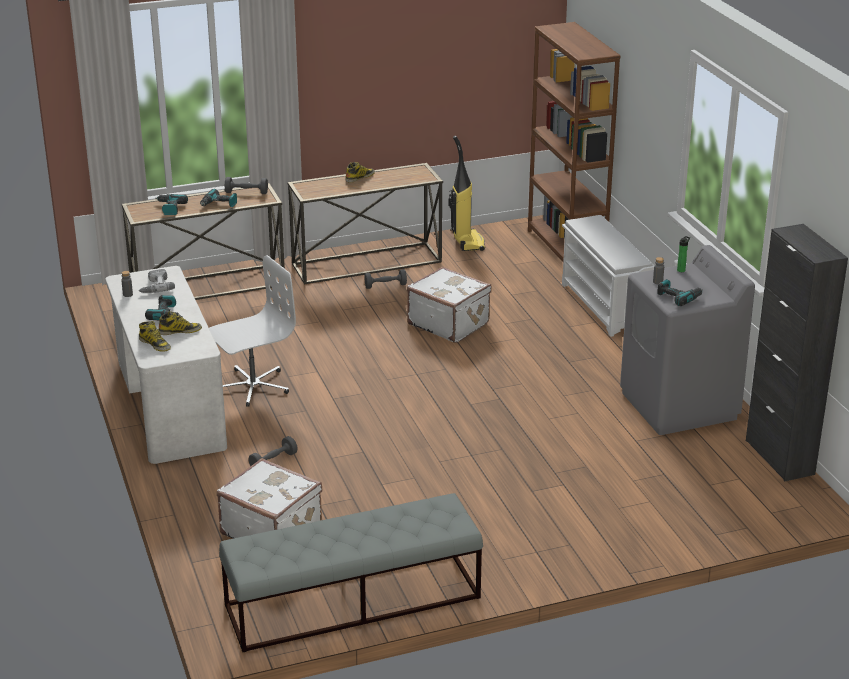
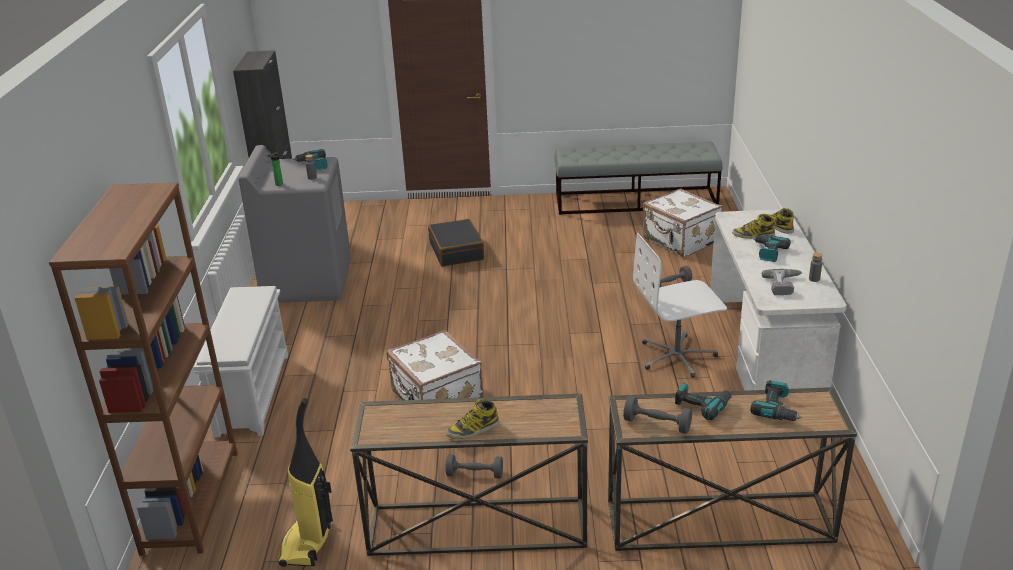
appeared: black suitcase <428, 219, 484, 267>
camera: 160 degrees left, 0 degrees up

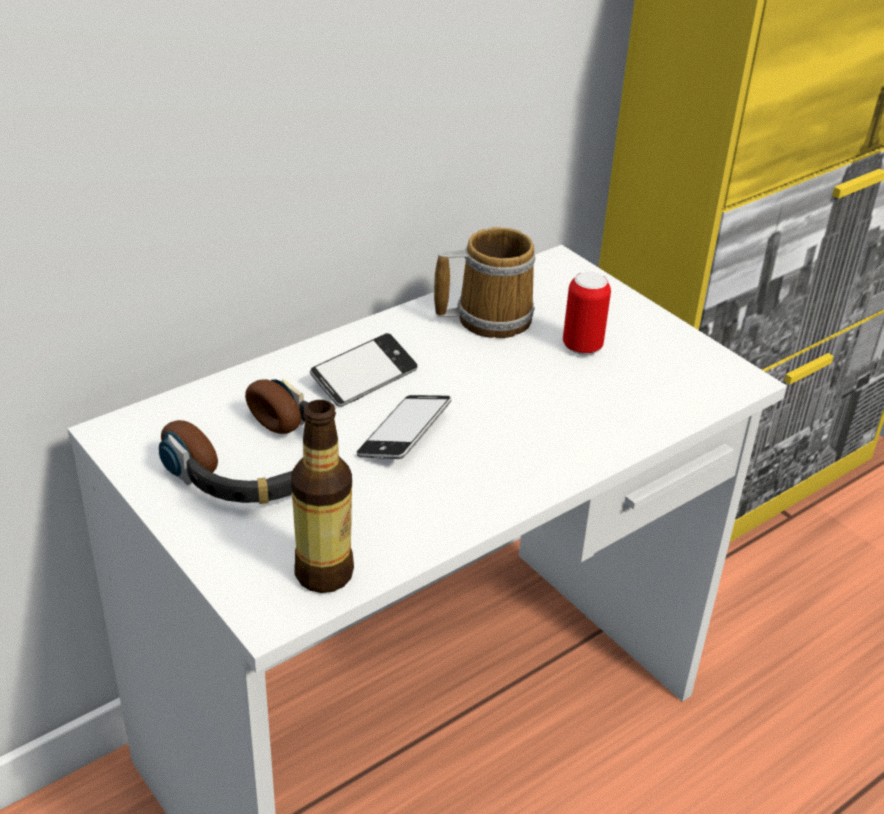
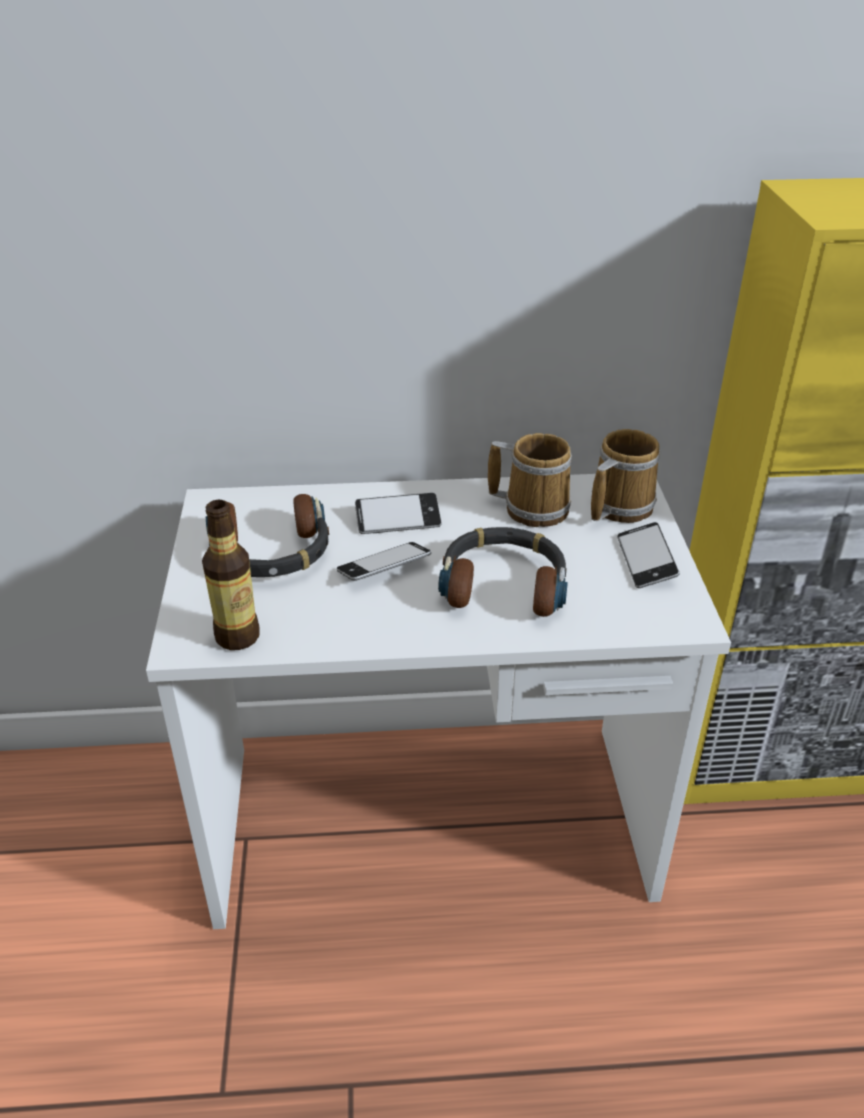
missing: can <563, 272, 611, 355>
appeared: headphones <438, 527, 568, 617>; mug <591, 429, 660, 523>; phone <617, 522, 680, 588>
camera: 35 degrees right, 0 degrees up

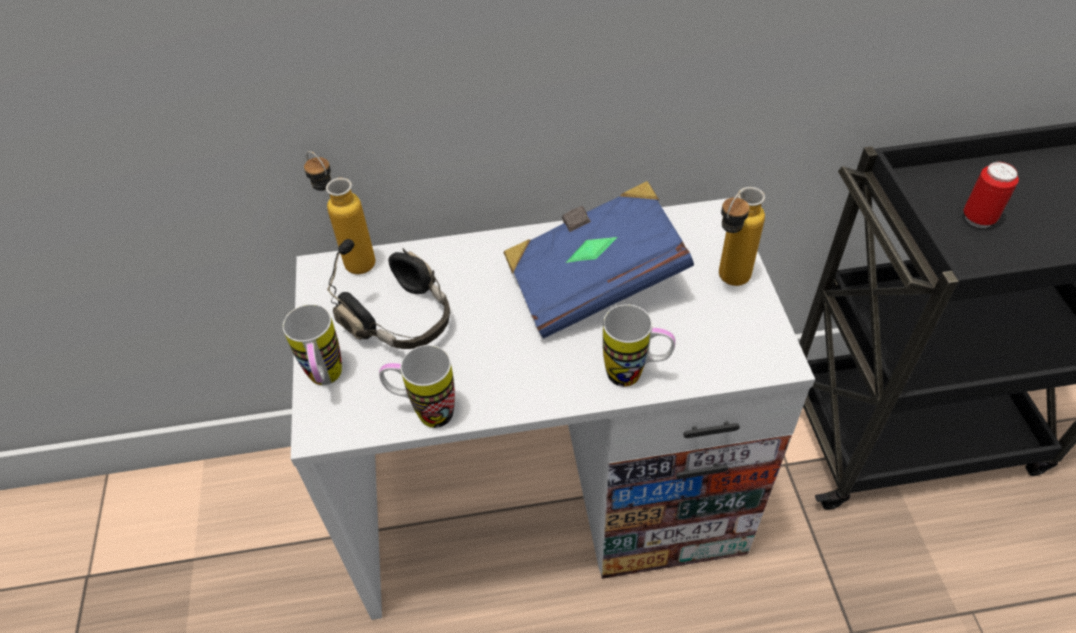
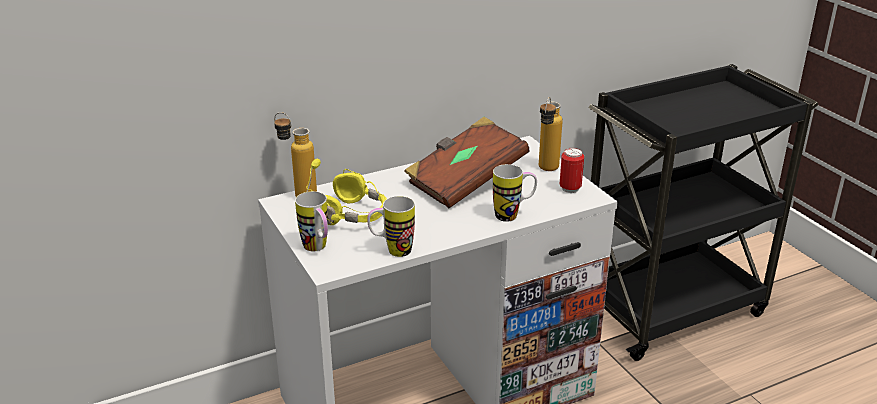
relocated: can <964, 162, 1019, 228> to <559, 148, 584, 193>
colour: black headphones <327, 239, 450, 349> to yellow headphones <306, 158, 387, 225>; blue book <503, 181, 694, 339> to brown book <404, 117, 530, 208>
camera: 20 degrees left, 20 degrees down

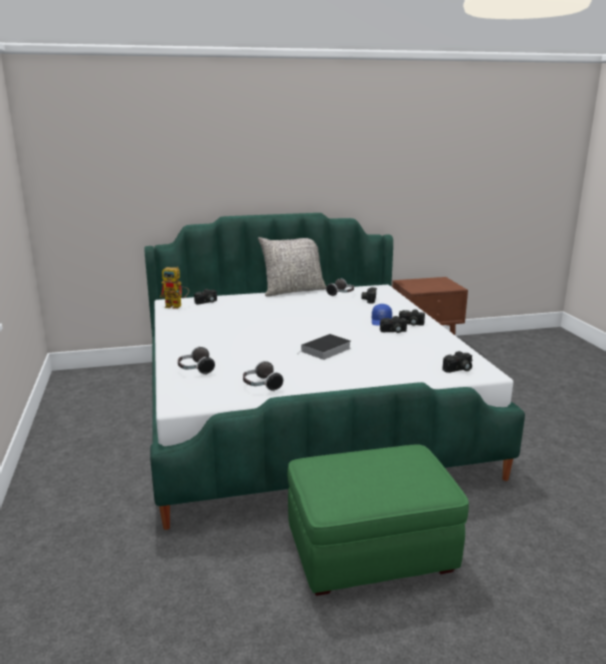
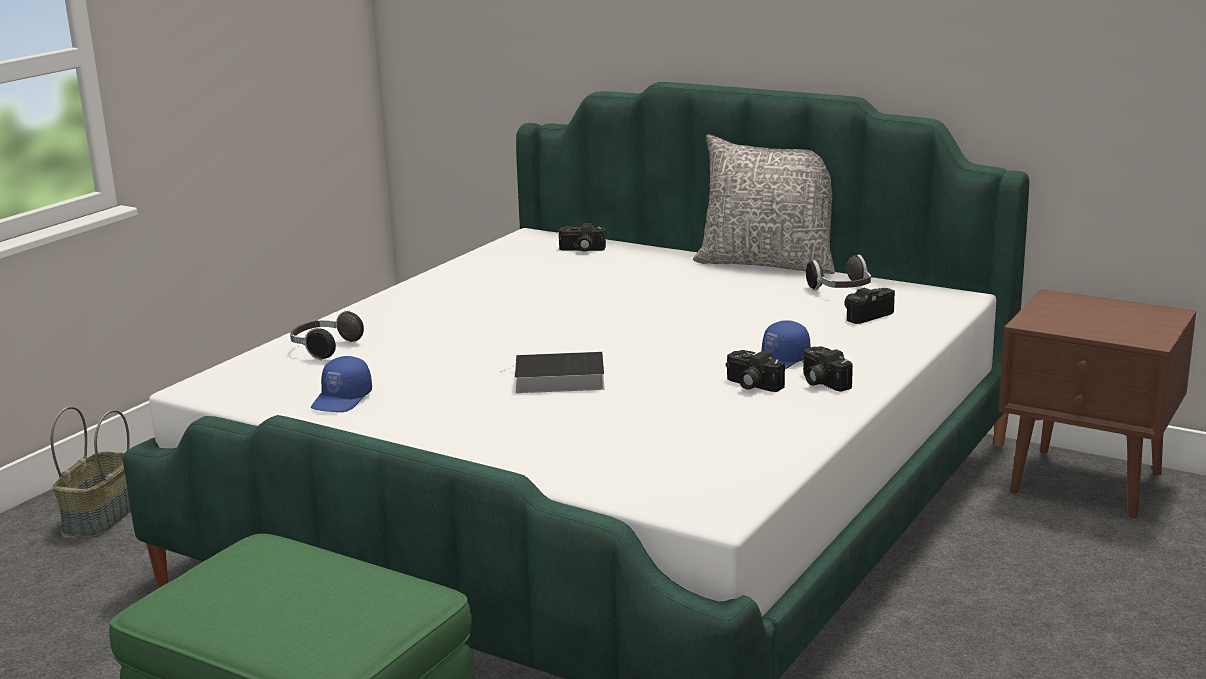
missing: toy robot <160, 267, 189, 309>; photo camera <442, 351, 472, 373>
appeared: basket <51, 406, 131, 538>
exchanged: headphones <243, 361, 283, 391> to blue cap <311, 356, 372, 412>
camera: 45 degrees right, 0 degrees up

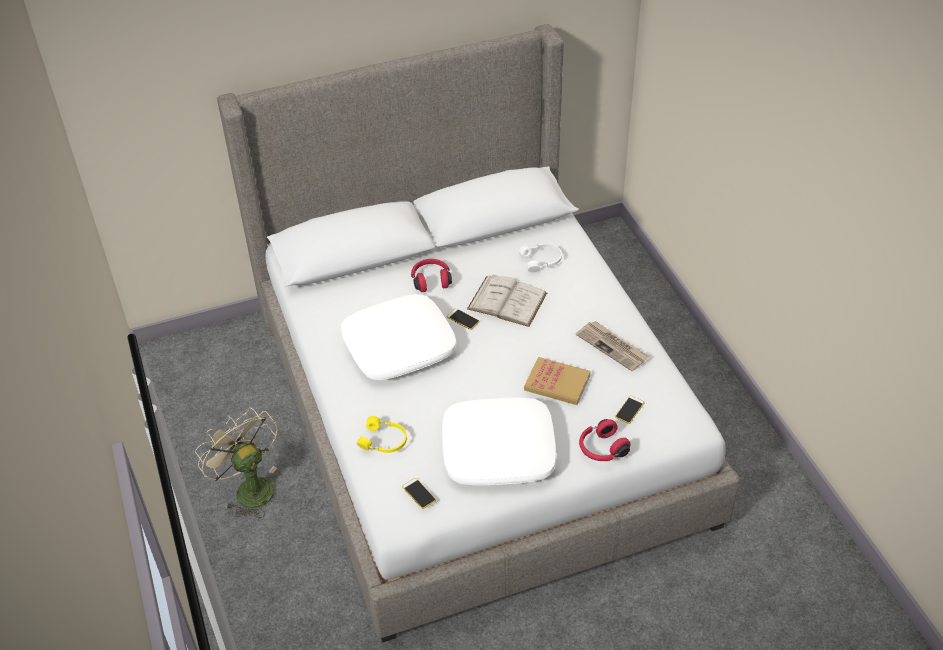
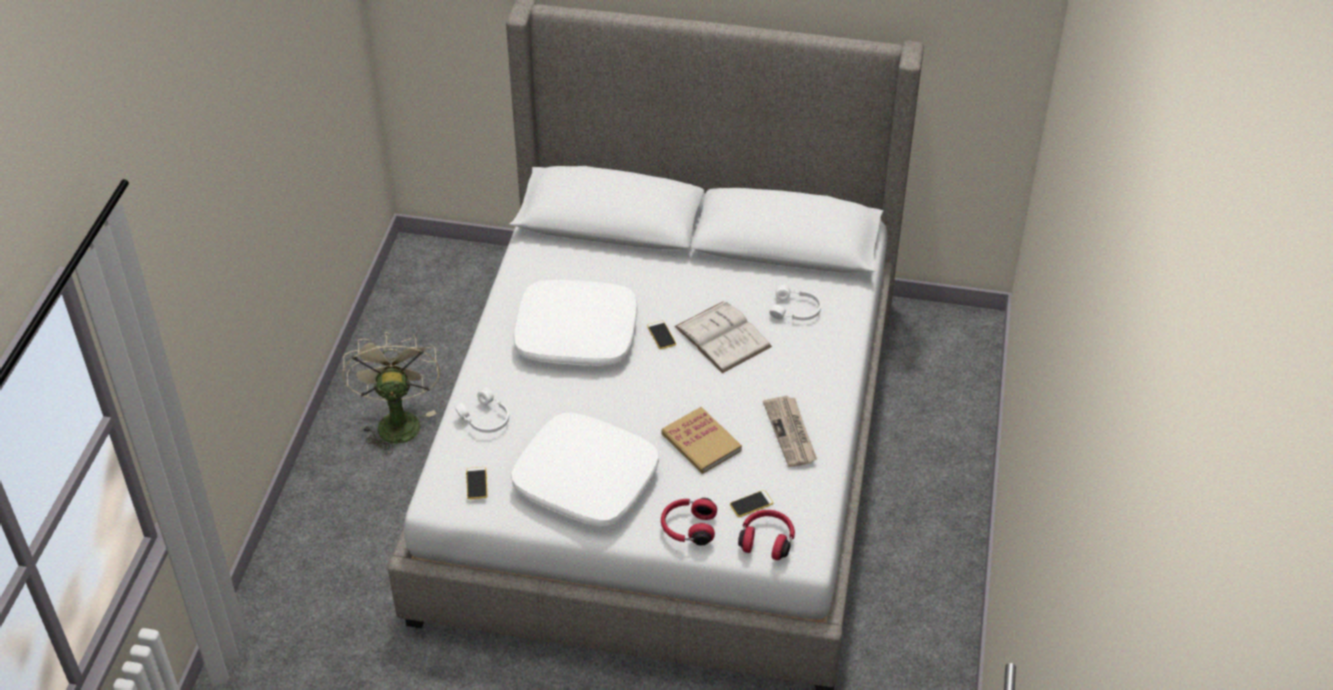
relocated: red headphones <411, 259, 452, 292> to <738, 510, 795, 560>
colour: yellow headphones <357, 416, 407, 453> to white headphones <455, 388, 509, 433>
camera: 30 degrees right, 0 degrees up

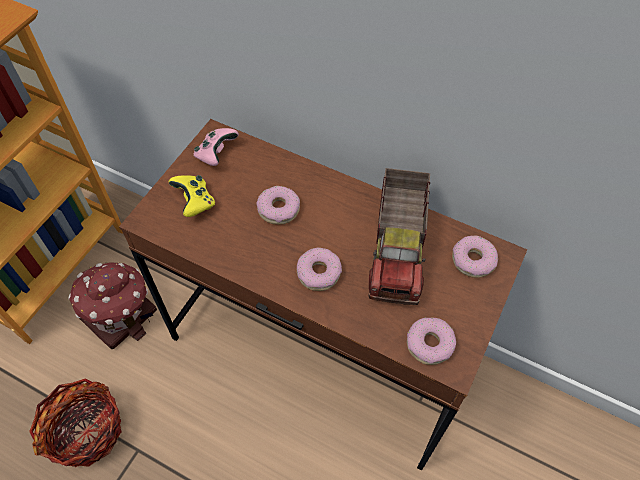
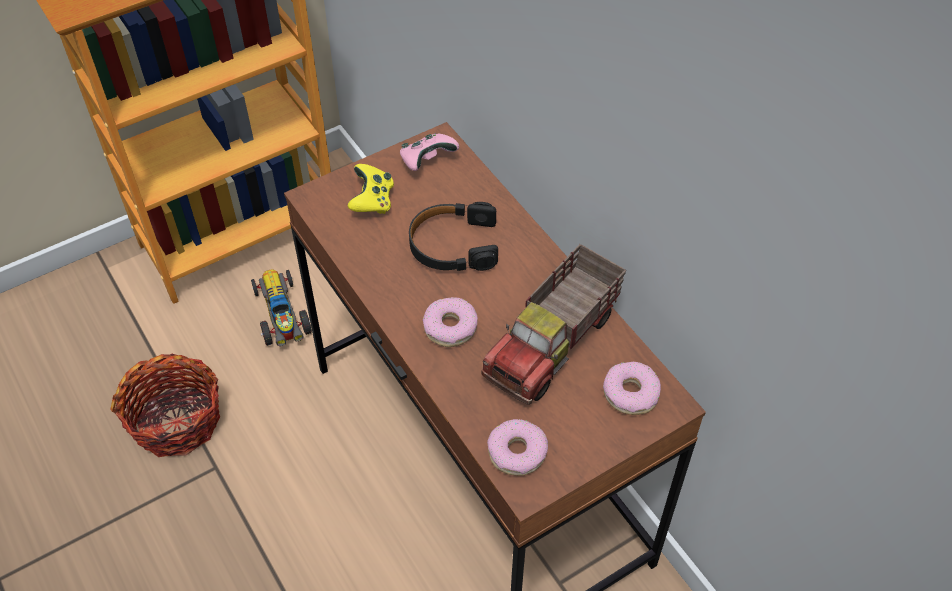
exchanged: toy house <68, 262, 157, 349> to toy car <251, 269, 312, 346>; donut <257, 186, 300, 225> to black headphones <409, 202, 498, 271>
camera: 30 degrees right, 5 degrees down

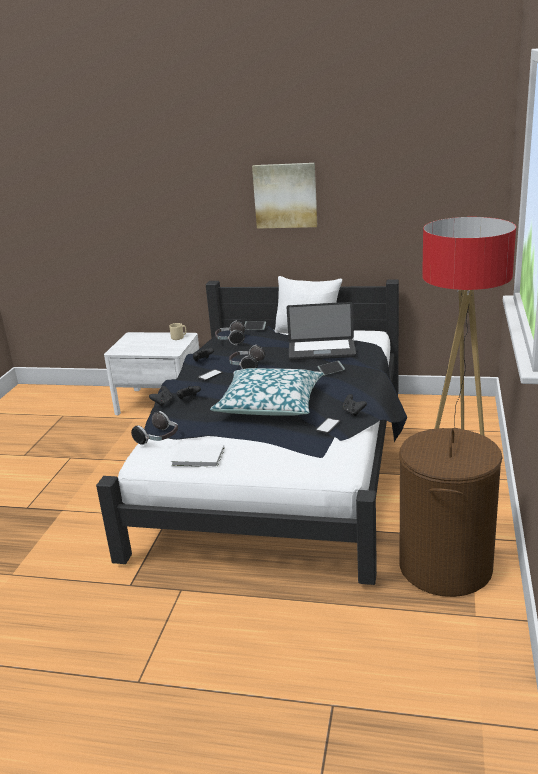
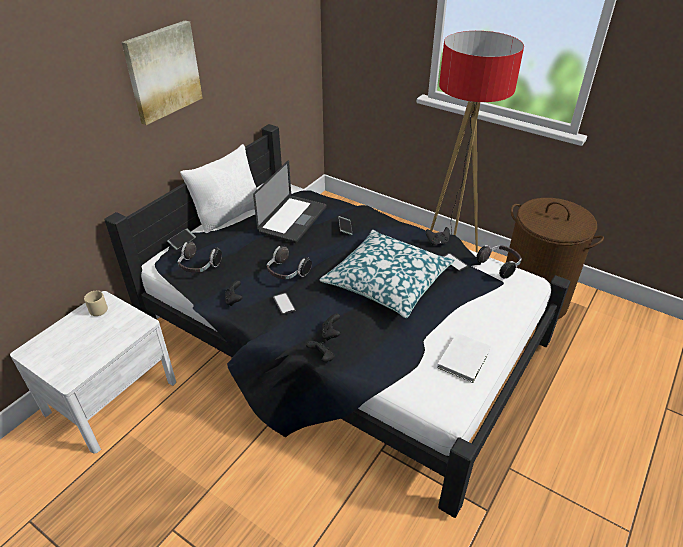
relocated: headphones <131, 411, 178, 445> to <476, 245, 522, 278>
camera: 70 degrees left, 15 degrees up

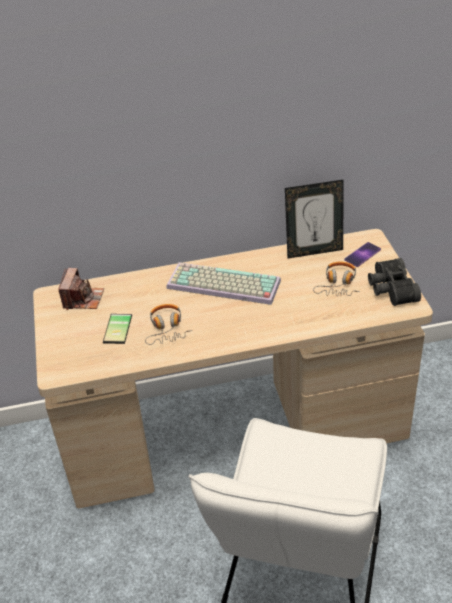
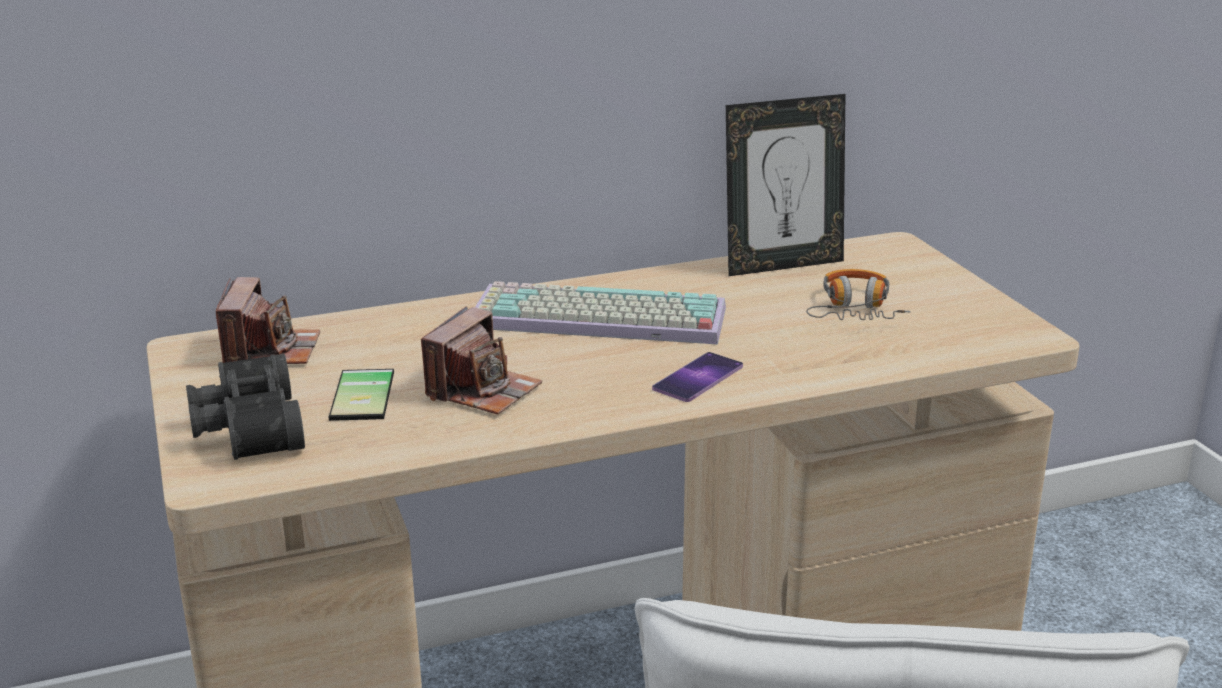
relocated: black binoculars <368, 258, 421, 306> to <186, 354, 305, 460>; phone <344, 242, 381, 267> to <652, 352, 743, 402>
exchanged: headphones <145, 304, 192, 345> to photo camera <421, 306, 542, 415>
camera: 10 degrees left, 15 degrees down

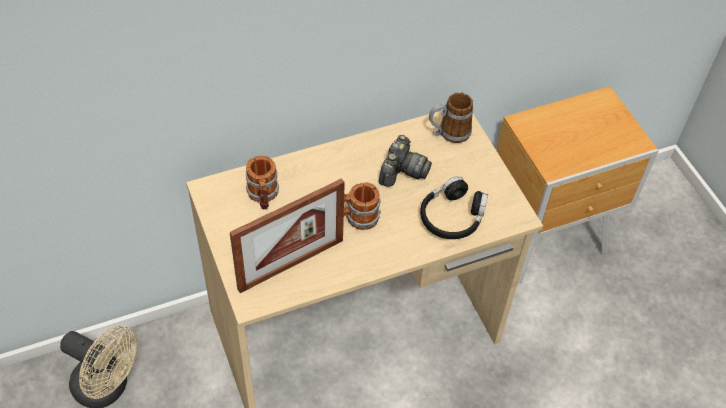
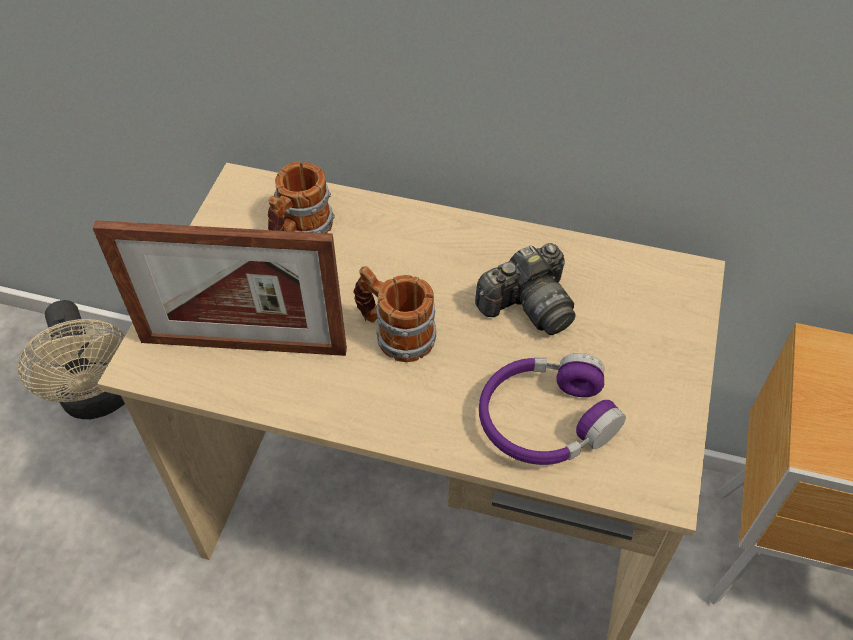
missing: mug <429, 92, 473, 143>
colour: black headphones <420, 176, 488, 239> to purple headphones <479, 353, 626, 465>
camera: 40 degrees right, 0 degrees up

